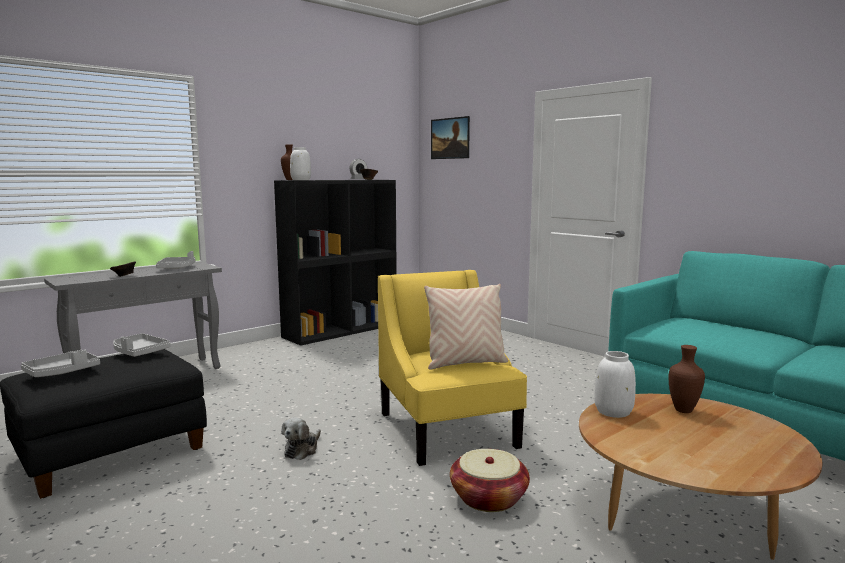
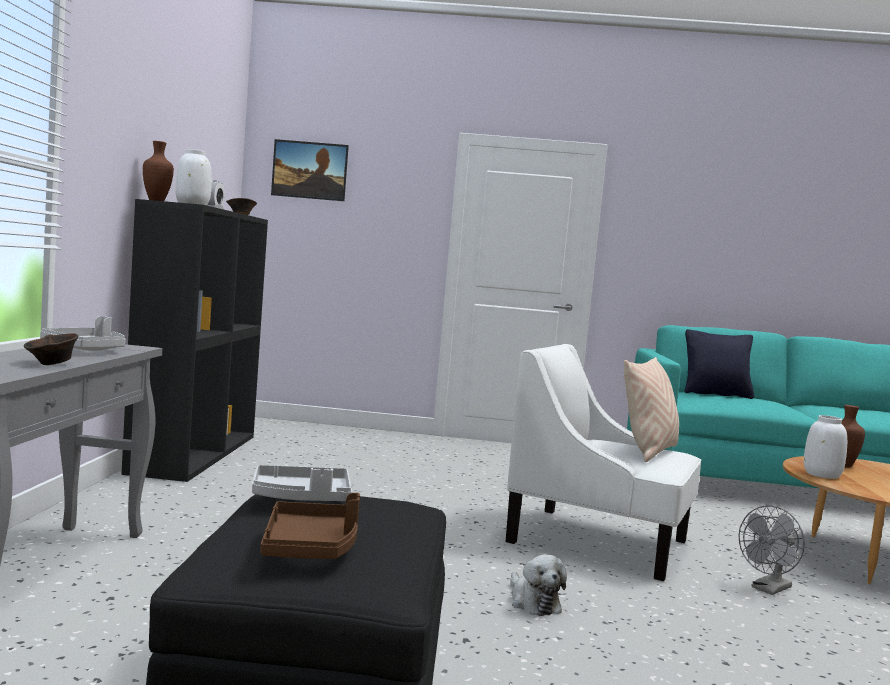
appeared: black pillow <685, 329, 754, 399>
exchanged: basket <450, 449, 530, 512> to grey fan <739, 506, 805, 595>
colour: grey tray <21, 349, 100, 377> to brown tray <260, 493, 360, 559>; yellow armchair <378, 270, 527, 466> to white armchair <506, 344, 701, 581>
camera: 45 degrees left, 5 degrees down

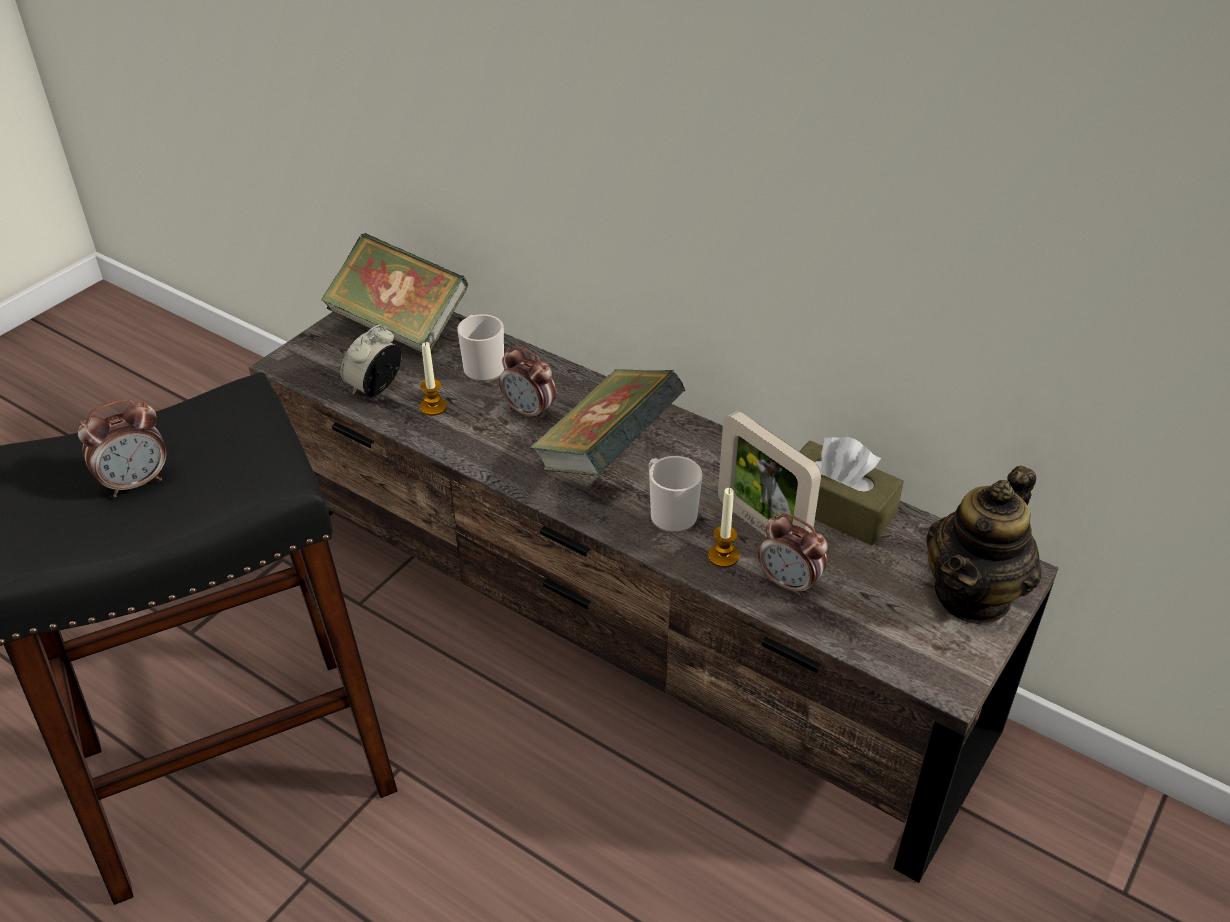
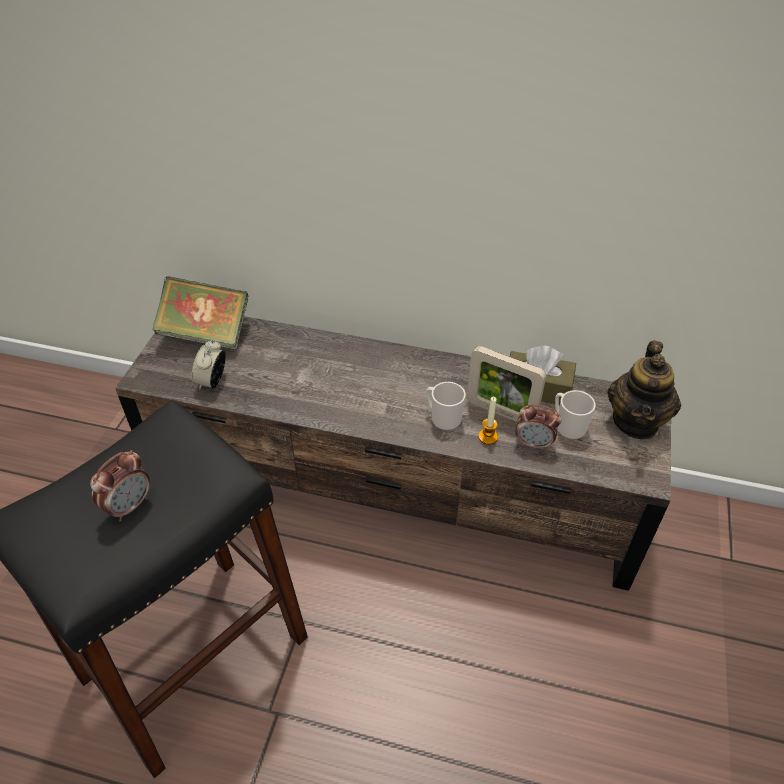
missing: candle <420, 342, 447, 416>; alarm clock <499, 346, 556, 422>; book <530, 369, 686, 476>
relocated: mug <457, 314, 504, 382> to <555, 390, 596, 440>
camera: 20 degrees left, 5 degrees up

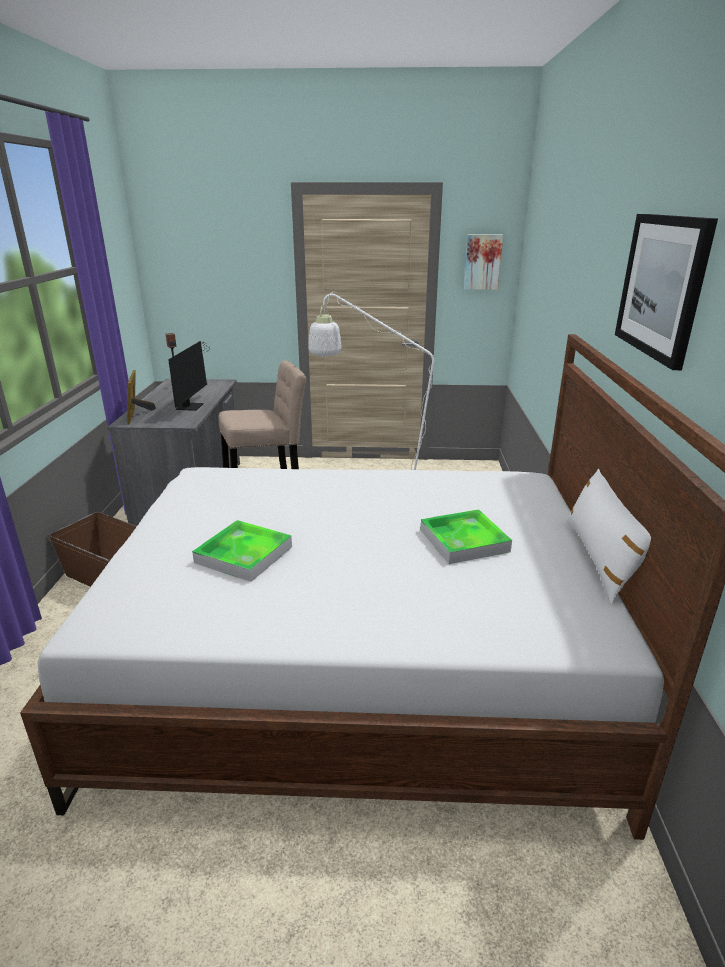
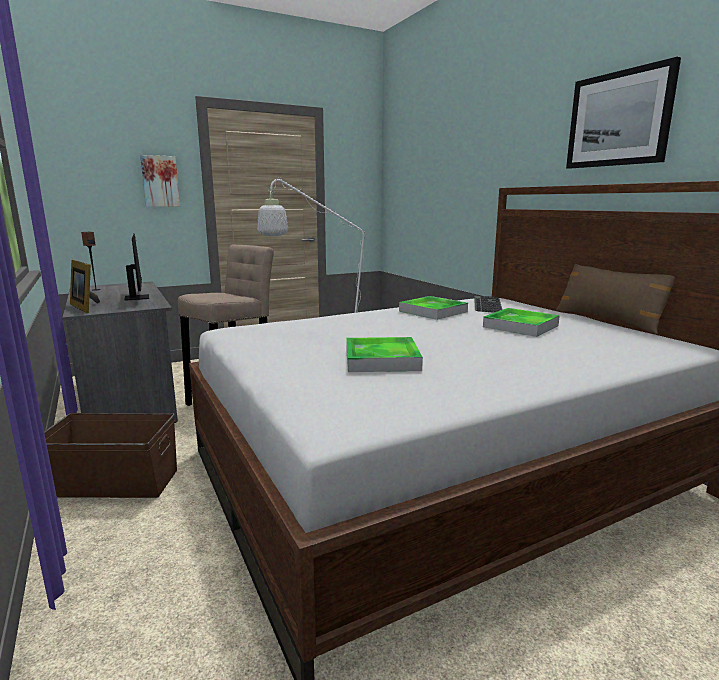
appeared: tray <399, 296, 468, 320>; keyboard <474, 296, 503, 313>
relocated: picture <464, 235, 503, 290> to <140, 155, 180, 207>
colour: white pillow <565, 469, 651, 605> to brown pillow <556, 264, 675, 335>
camera: 30 degrees left, 10 degrees down

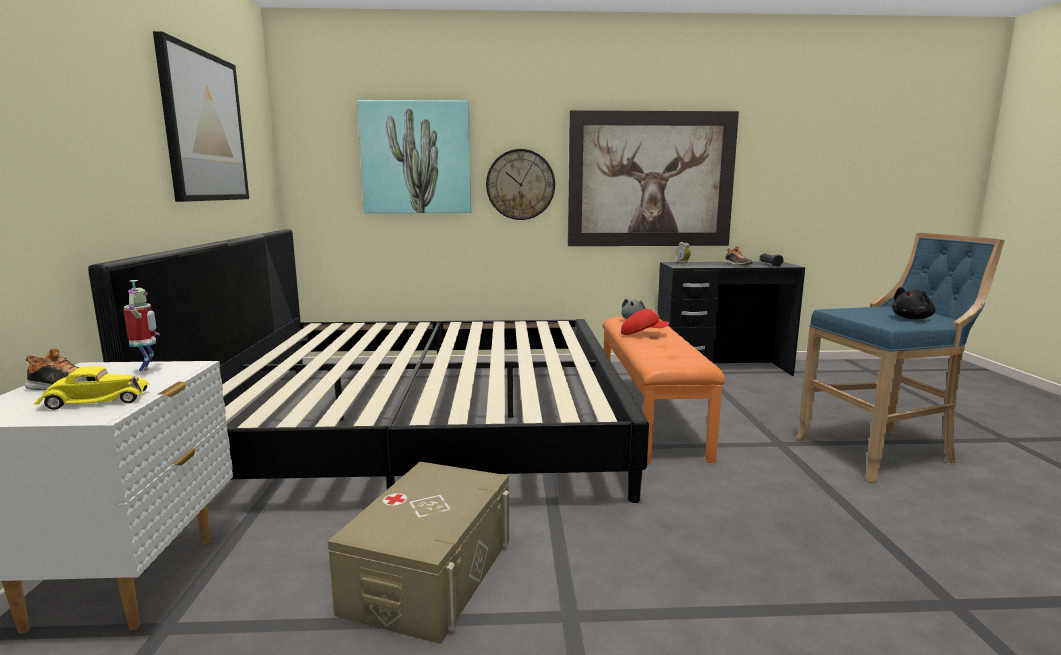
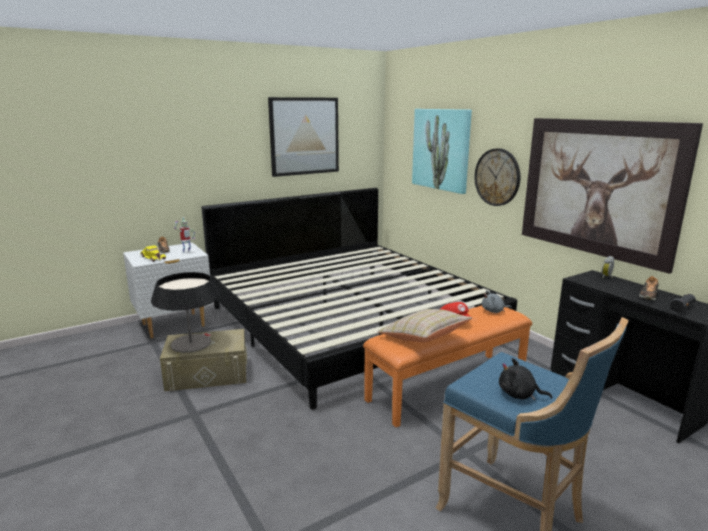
appeared: table lamp <151, 272, 219, 353>; beige pillow <378, 309, 472, 342>
camera: 60 degrees right, 5 degrees up

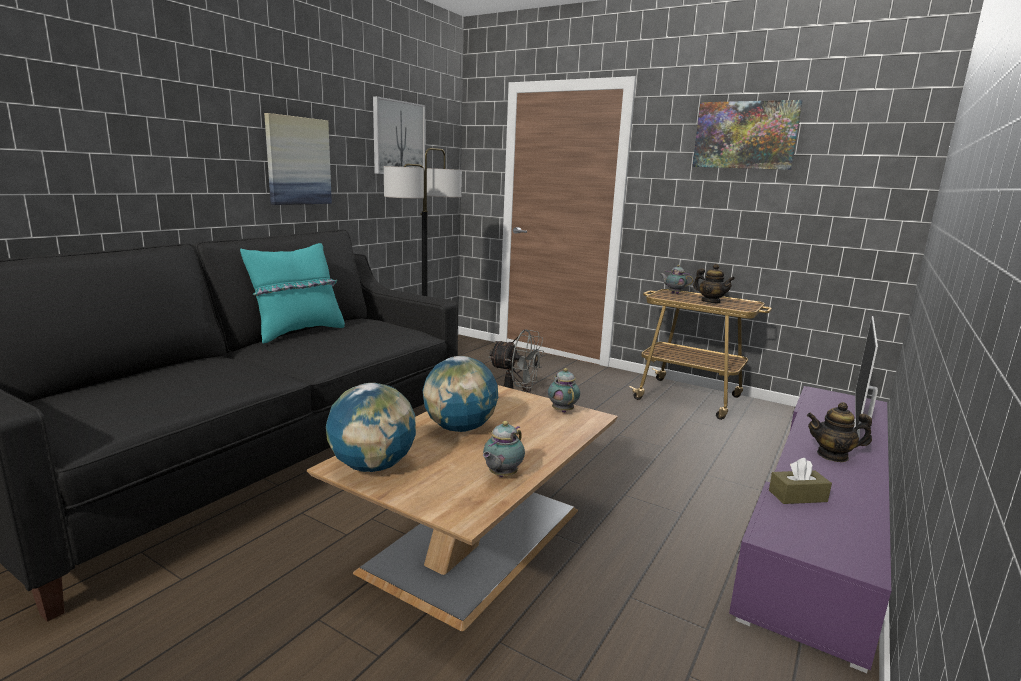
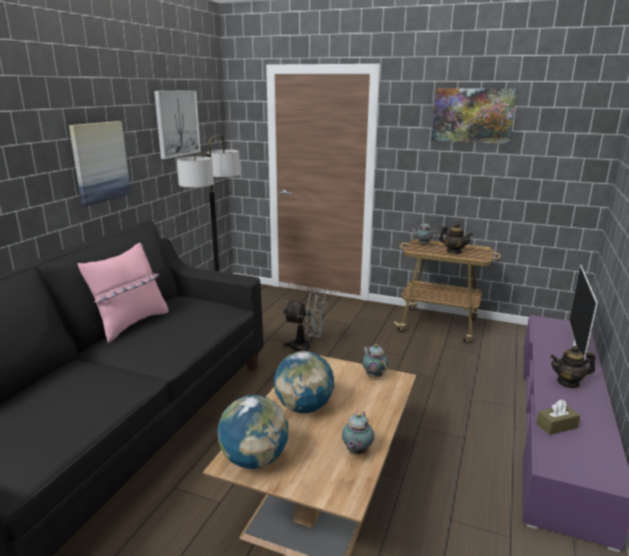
colour: turquoise pillow <240, 243, 345, 344> to pink pillow <78, 243, 168, 343>
camera: 10 degrees left, 5 degrees up

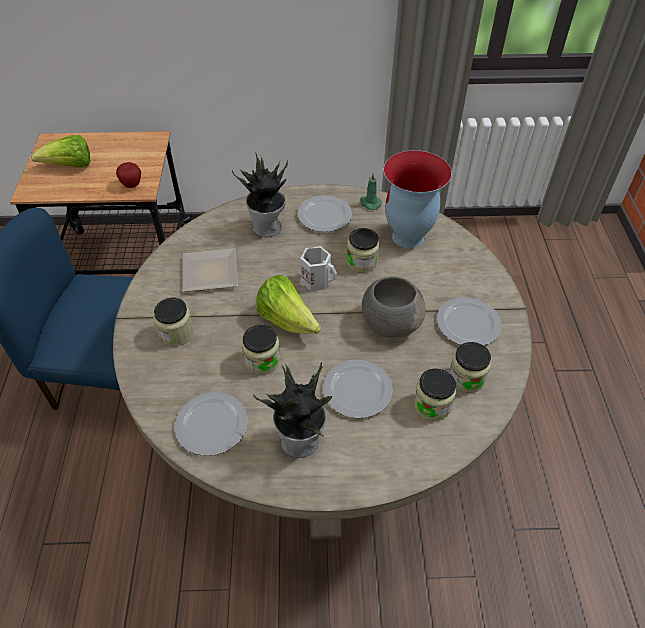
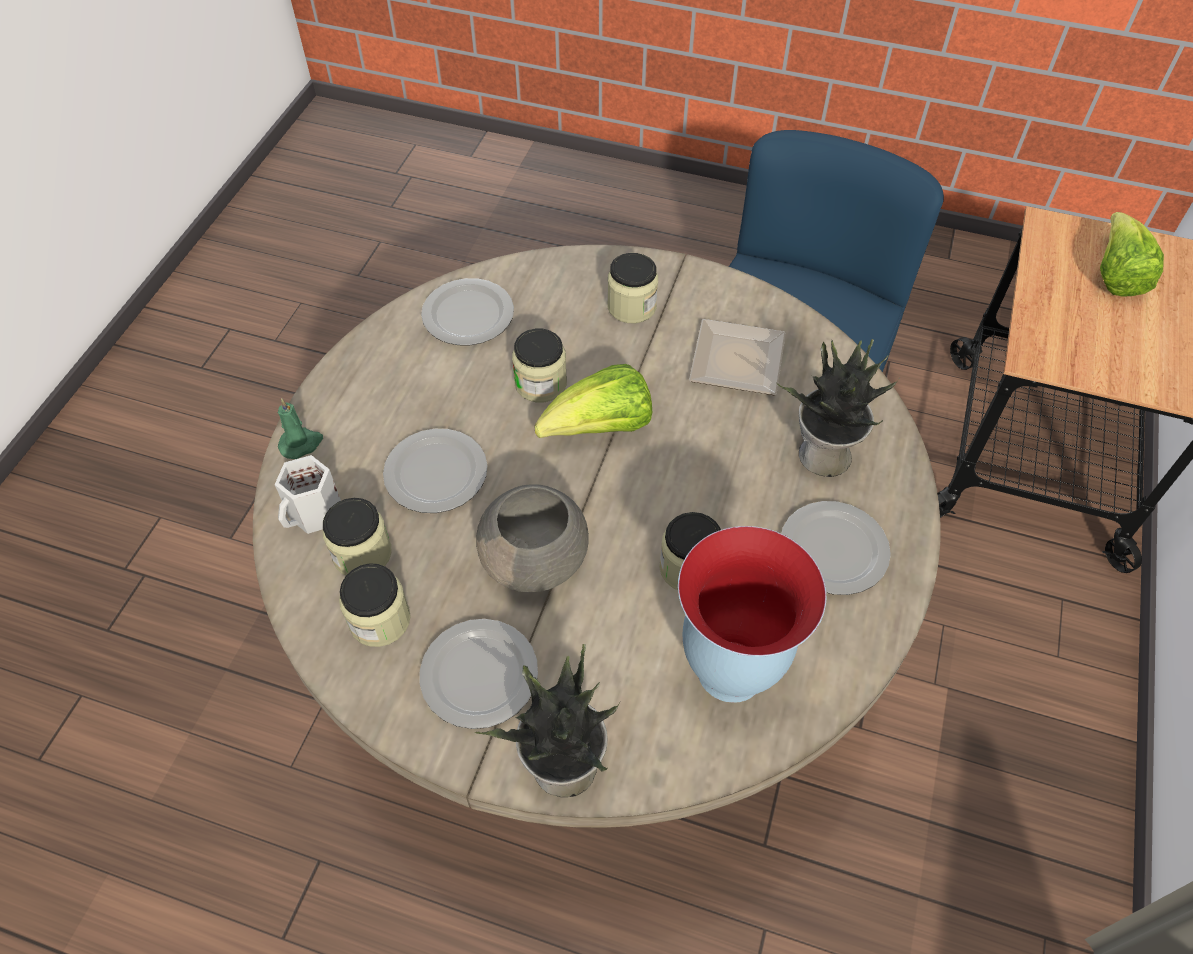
missing: apple <116, 162, 141, 188>
relocated: white mug <300, 246, 337, 291> to <275, 455, 341, 534>; green candle <360, 173, 382, 210> to <278, 398, 323, 459>; potted plant <253, 362, 332, 458> to <475, 644, 620, 797>
camera: 110 degrees right, 5 degrees up

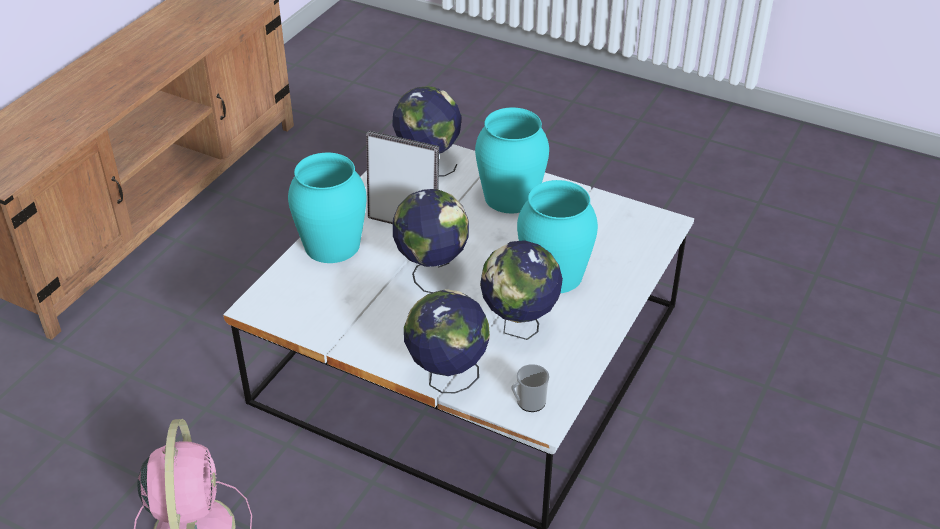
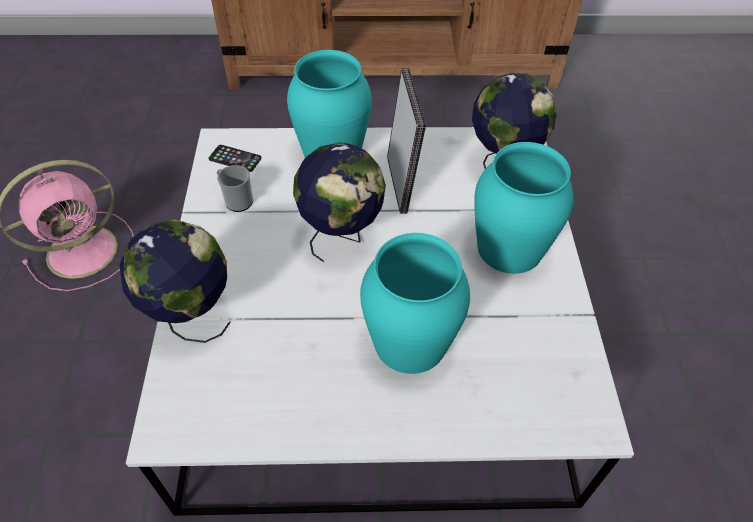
missing: globe <480, 240, 563, 340>
appeared: phone <209, 145, 262, 172>
relocated: mug <511, 364, 549, 412> to <217, 165, 253, 212>
camera: 60 degrees right, 10 degrees up

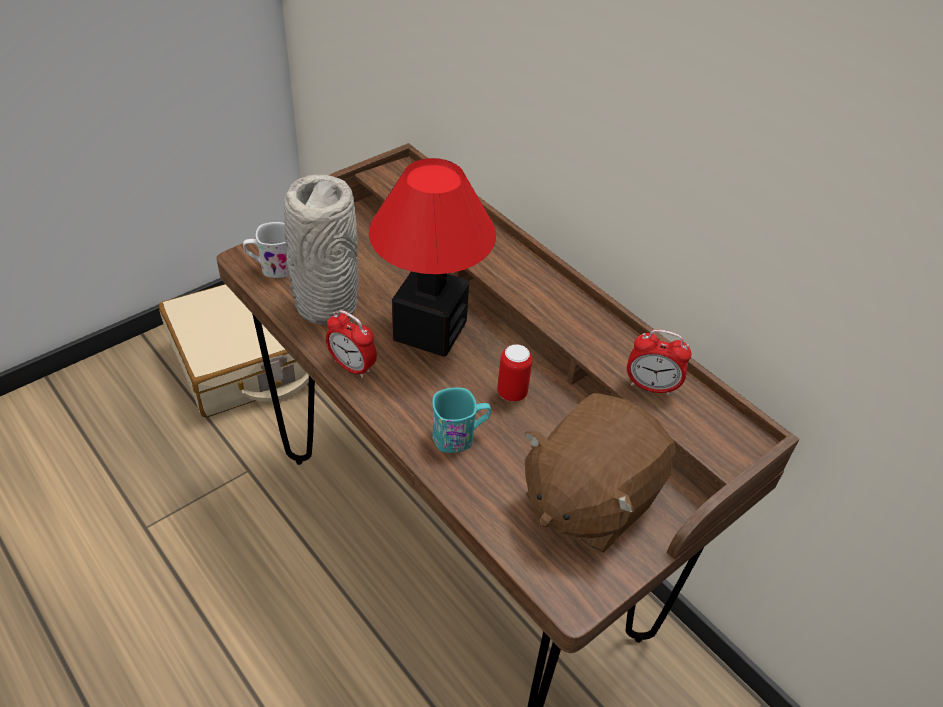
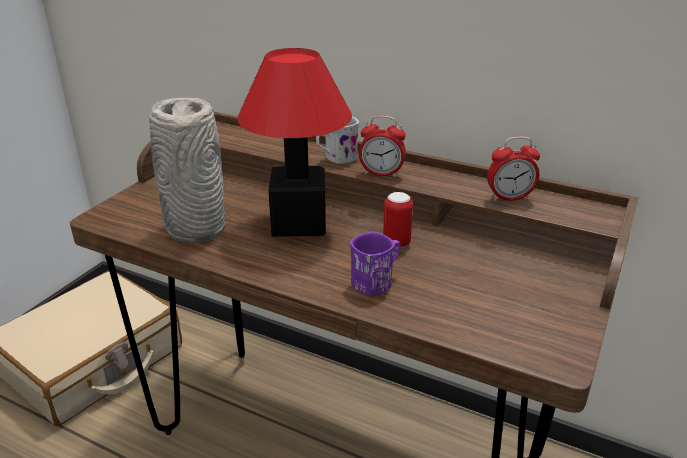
missing: brown plush toy <525, 393, 676, 553>
relocated: white mug <243, 222, 289, 278> to <316, 117, 359, 164>; alarm clock <326, 310, 377, 378> to <359, 115, 406, 178>
colour: turquoise mug <432, 388, 491, 453> to purple mug <350, 232, 401, 296>
camera: 20 degrees left, 15 degrees down

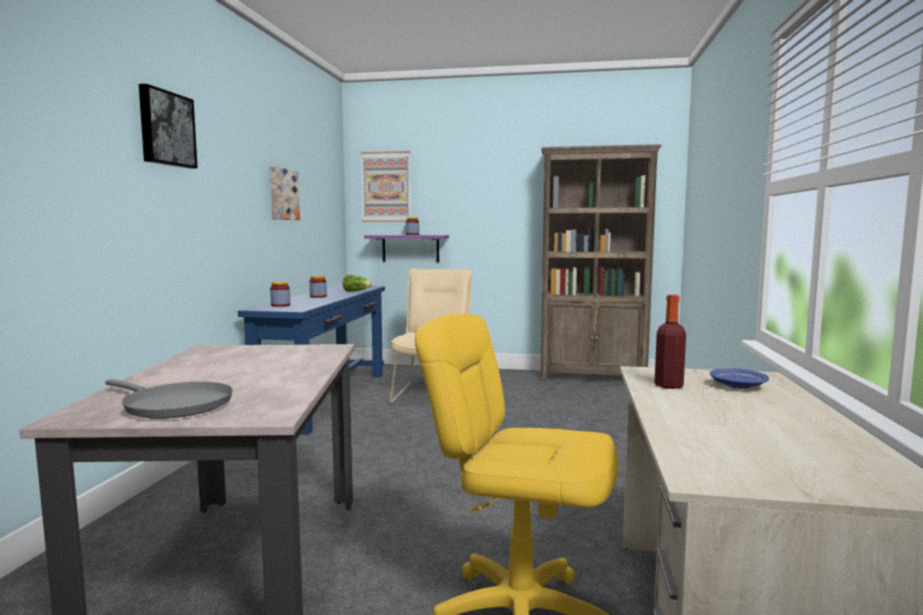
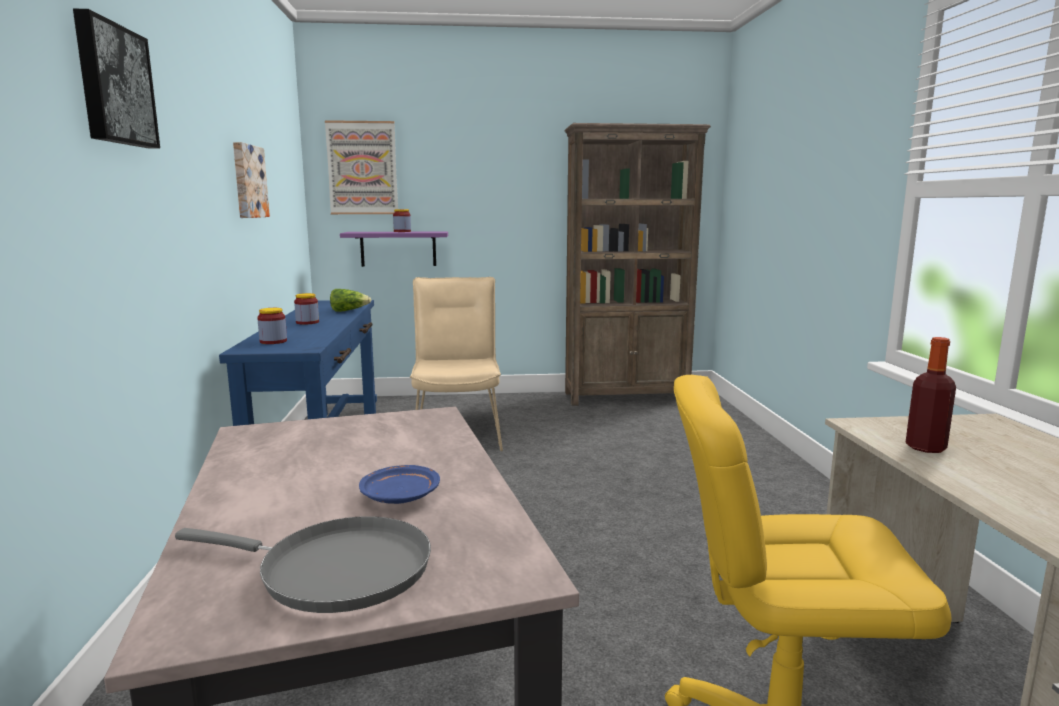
relocated: blue plate <710, 368, 769, 389> to <359, 465, 440, 504>
camera: 15 degrees left, 5 degrees up

